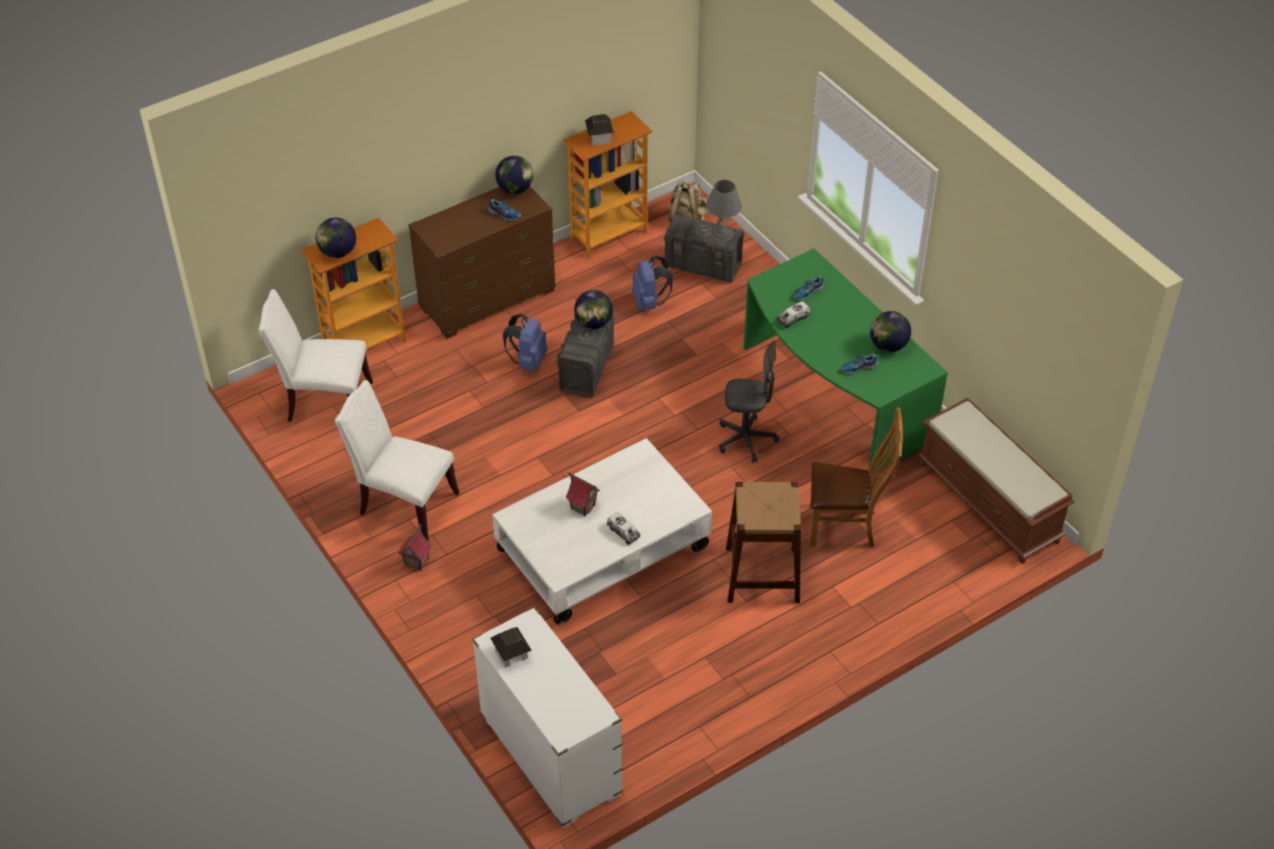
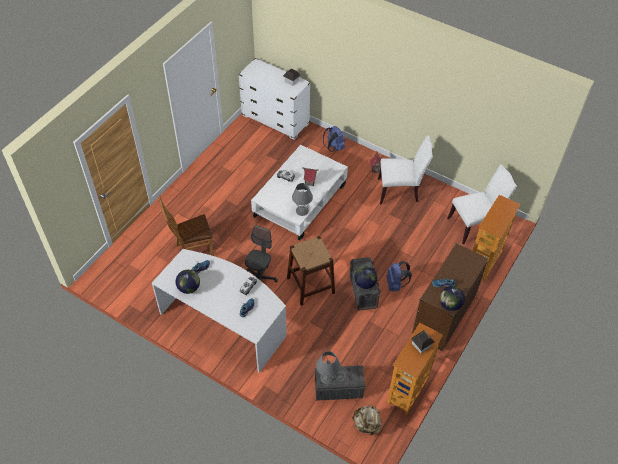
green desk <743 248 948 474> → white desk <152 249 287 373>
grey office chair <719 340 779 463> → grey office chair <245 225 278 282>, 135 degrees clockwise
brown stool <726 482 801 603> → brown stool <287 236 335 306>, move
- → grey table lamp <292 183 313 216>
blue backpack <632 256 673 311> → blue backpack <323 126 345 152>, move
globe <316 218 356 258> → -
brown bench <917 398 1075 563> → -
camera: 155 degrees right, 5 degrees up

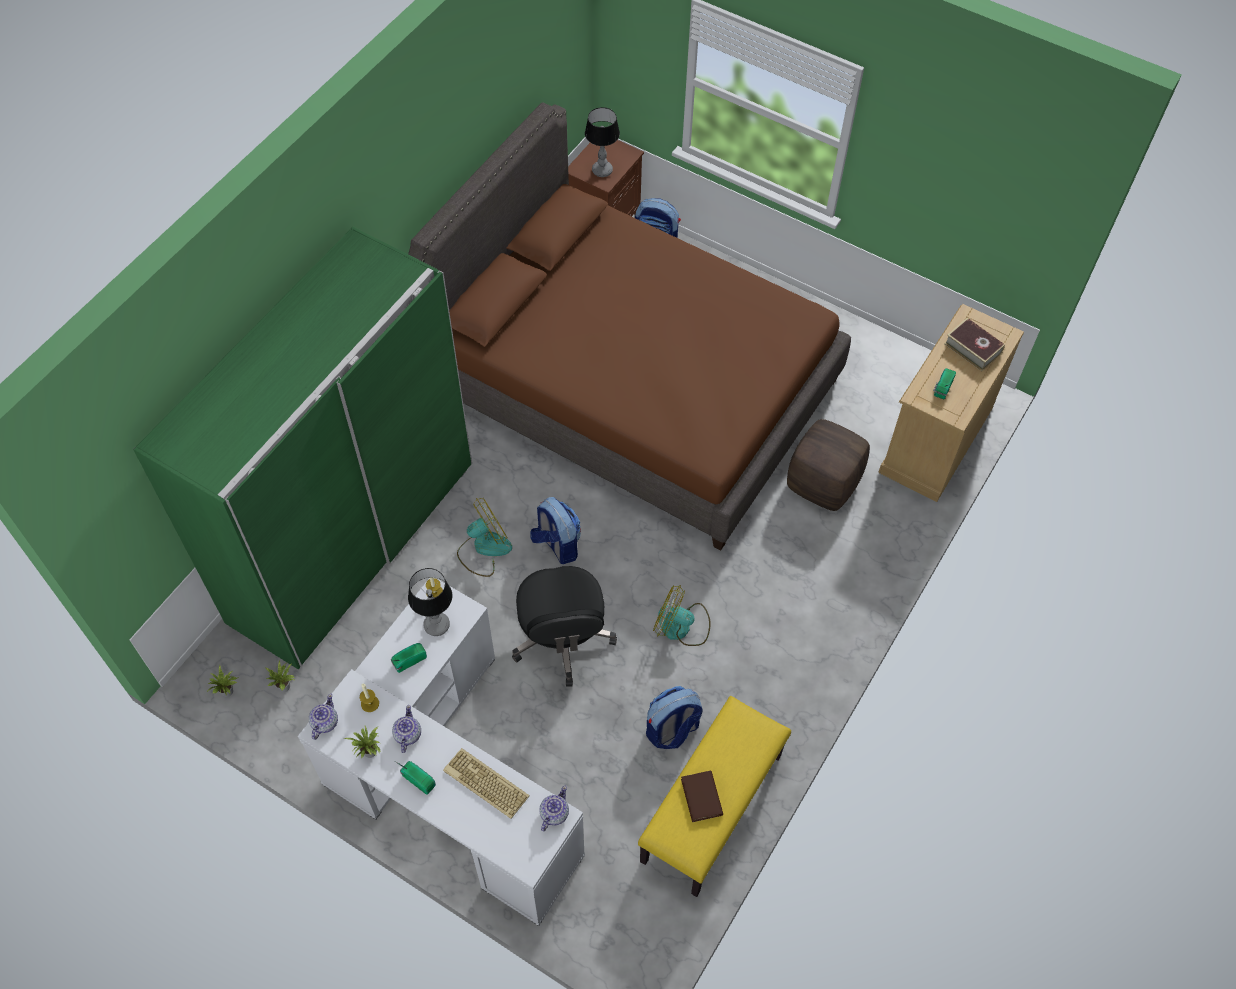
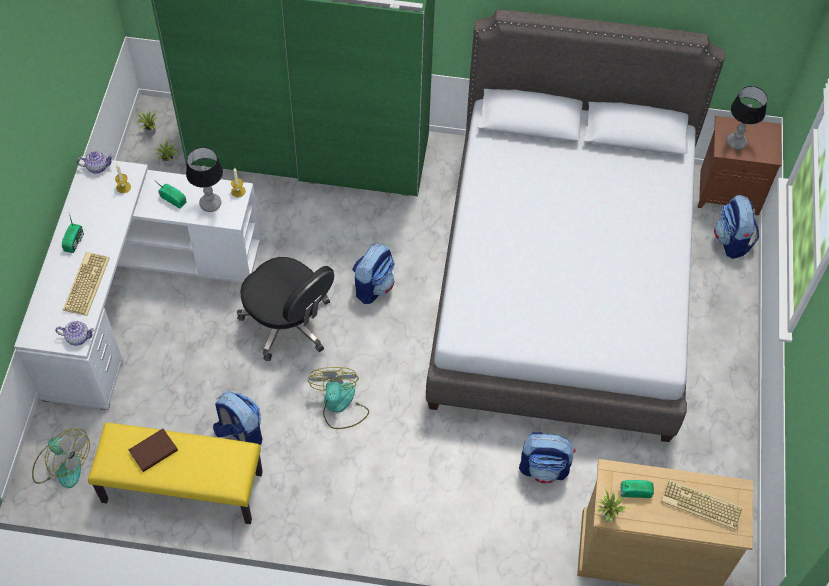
fan <457 498 512 577> → fan <32 429 90 488>, move
black office chair <512 566 617 687> → black office chair <237 257 334 361>, 105 degrees counterclockwise
brown bed <408 103 851 551> → grey bed <426 9 725 442>
brown ottoman <787 419 870 511> → backpack <519 432 575 484>
potted plant <343 726 380 758> → potted plant <598 487 629 522>, move
book <944 318 1005 371> → keyboard <661 479 743 530>
teapot <392 705 421 753> → -
camera: 65 degrees right, 0 degrees up

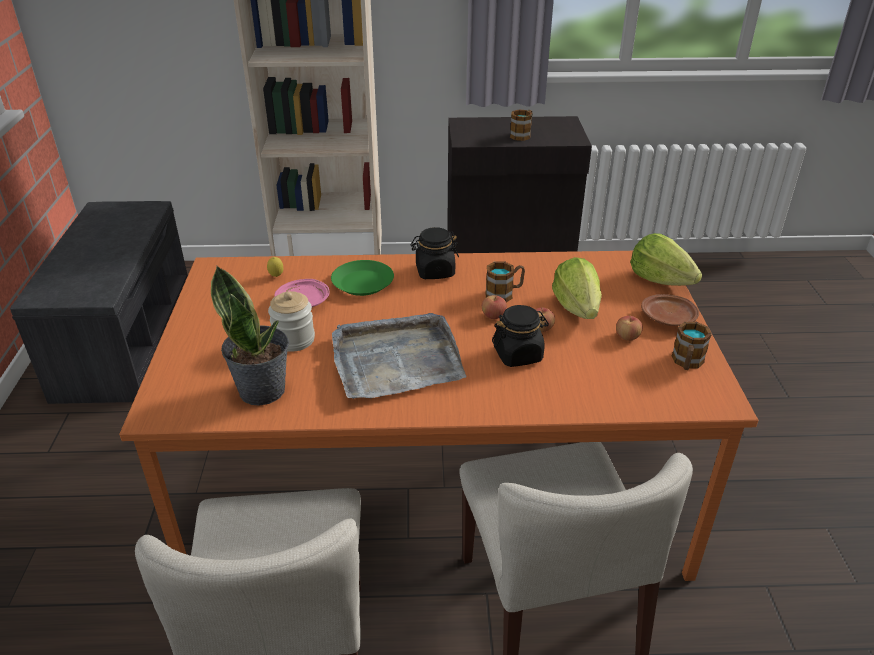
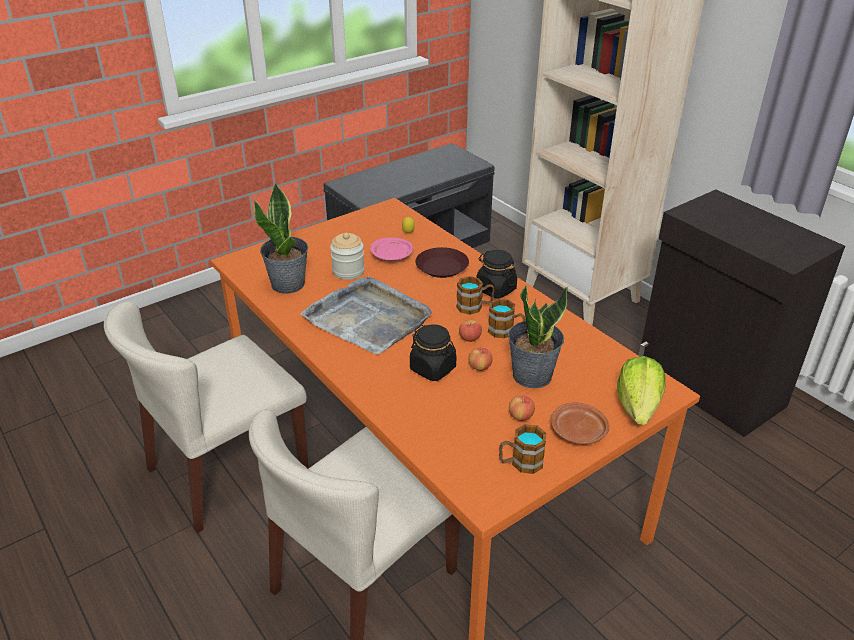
green plate <331 260 394 296> → brown plate <415 247 469 278>
mug <510 110 532 141> → mug <456 276 495 315>, move
lettuce <552 257 602 319> → potted plant <508 285 568 388>
camera: 55 degrees right, 0 degrees up

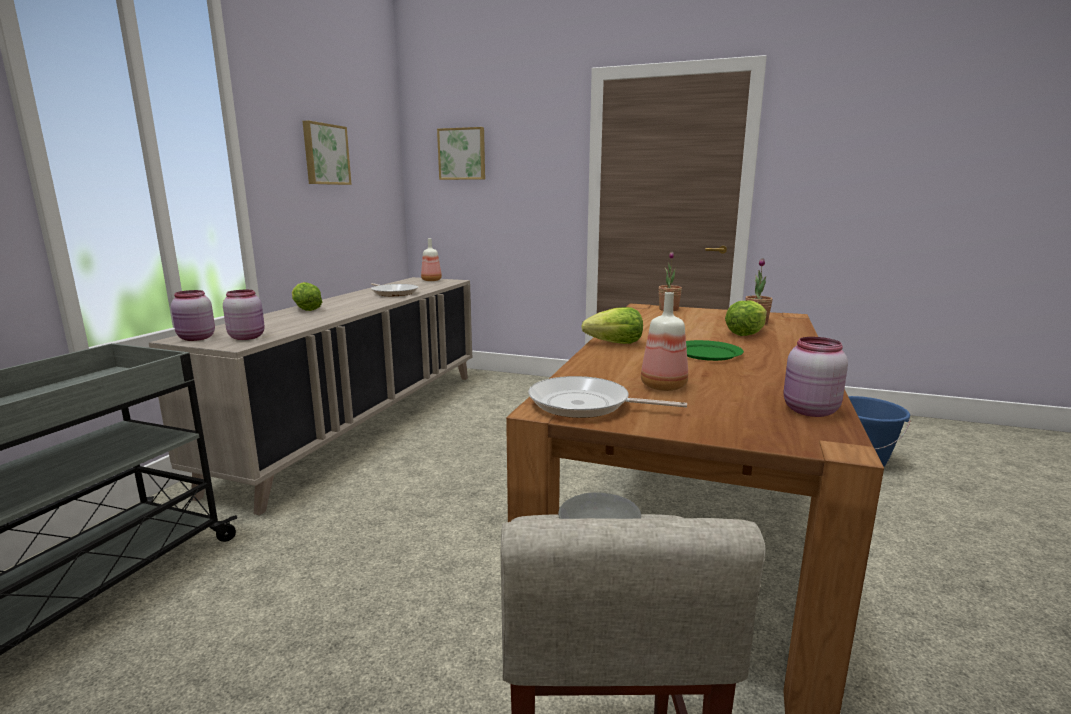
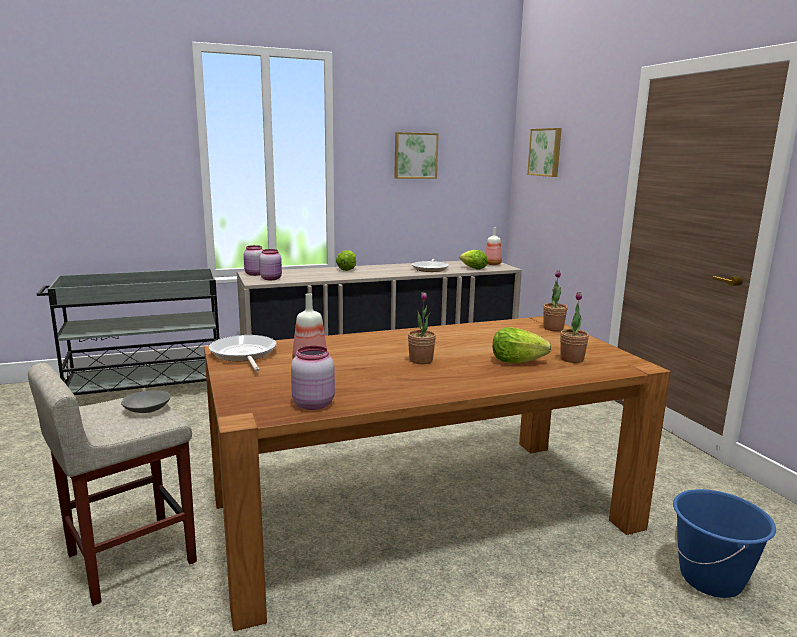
green plate <686 340 744 361> → potted plant <408 292 436 364>
lettuce <581 307 643 344> → lettuce <460 250 487 270>, move
camera: 50 degrees right, 0 degrees up

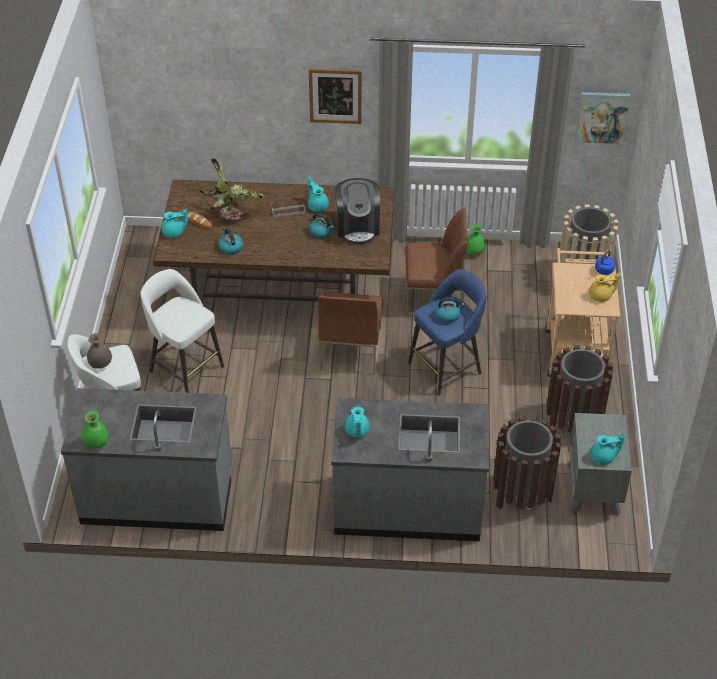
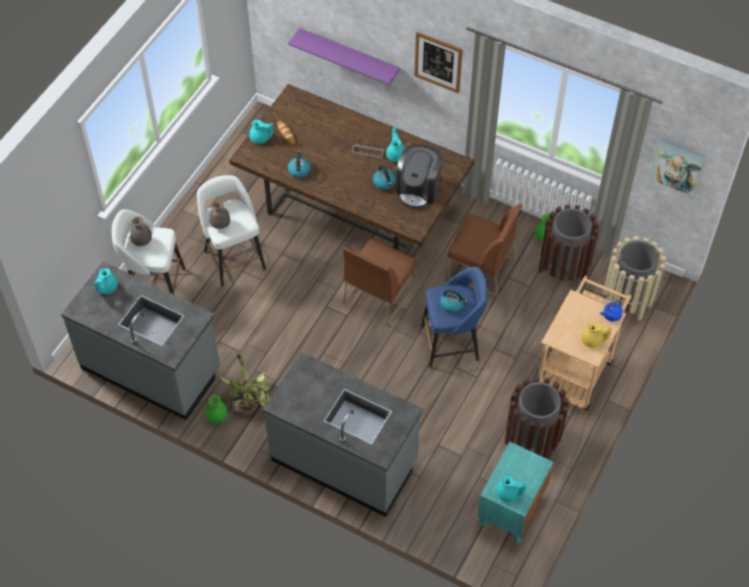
turquoise teapot <345 406 370 438> → turquoise teapot <95 268 117 294>, move
green vase <81 411 109 449> → green vase <205 395 227 423>, move
- → grey vase <209 200 230 229>
potted plant <199 158 264 220> → potted plant <220 354 270 415>, move
- → purple shelf <288 28 401 85>
grey nightstand <567 413 632 516> → turquoise nightstand <477 442 554 544>
brown trash can <493 416 561 510> → brown trash can <539 204 599 281>, move
camera: 25 degrees right, 10 degrees up

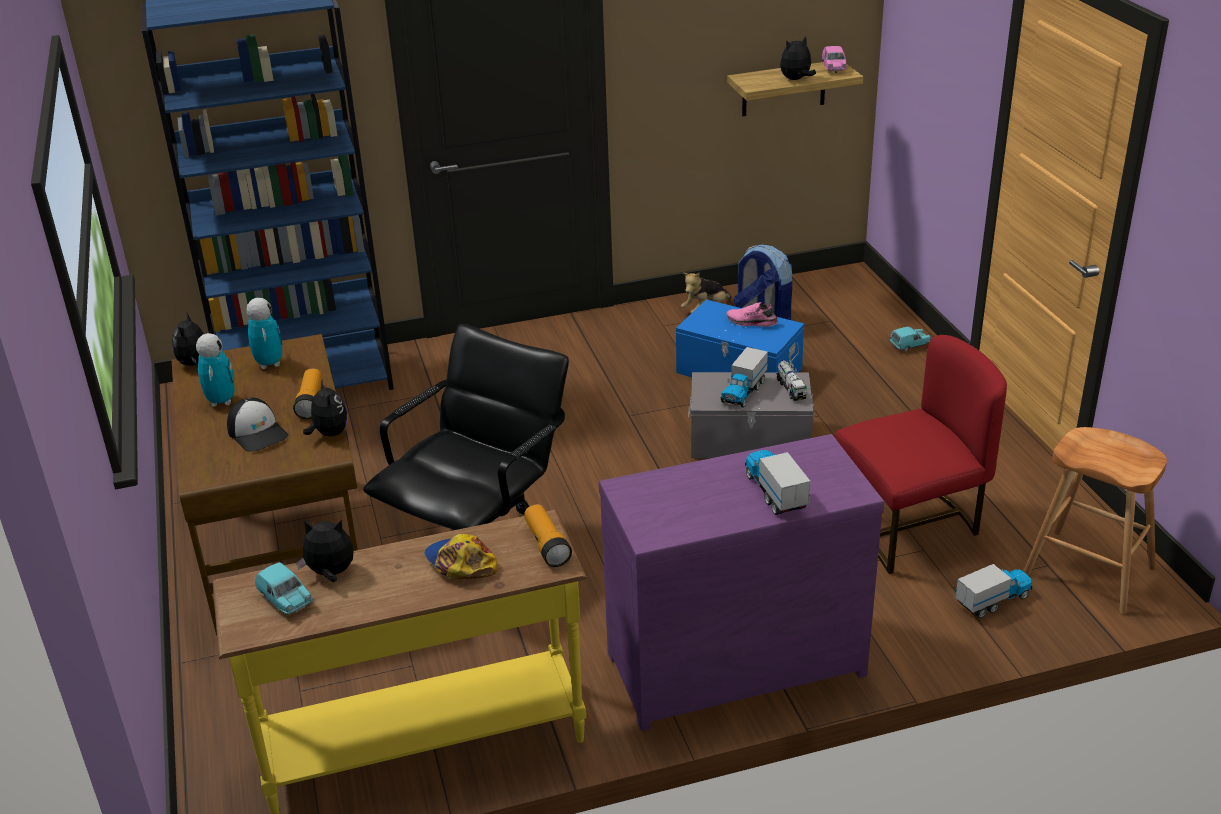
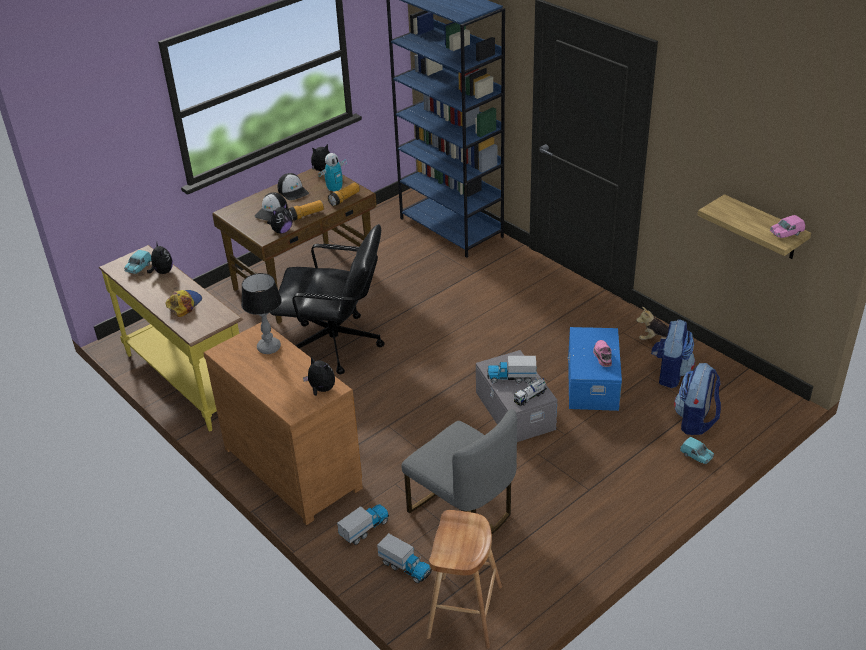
purple dresser <599 434 884 731> → brown dresser <203 322 363 525>
- → table lamp <241 273 282 354>
toy robot <196 333 234 407> → cap <278 173 309 200>
plush toy <780 36 816 80> → plush toy <303 357 335 396>, move
flashlight <524 504 572 567> → flashlight <328 183 360 206>, move
toy truck <745 449 811 515> → toy truck <337 504 389 545>, move
red chair <834 335 1007 574> → grey chair <402 409 517 534>
- → backpack <674 363 721 435>
camera: 65 degrees right, 5 degrees up

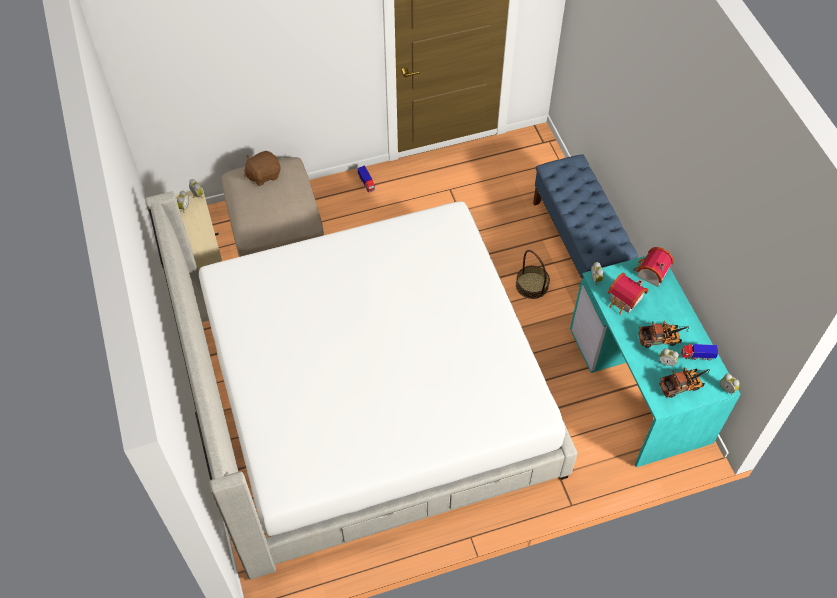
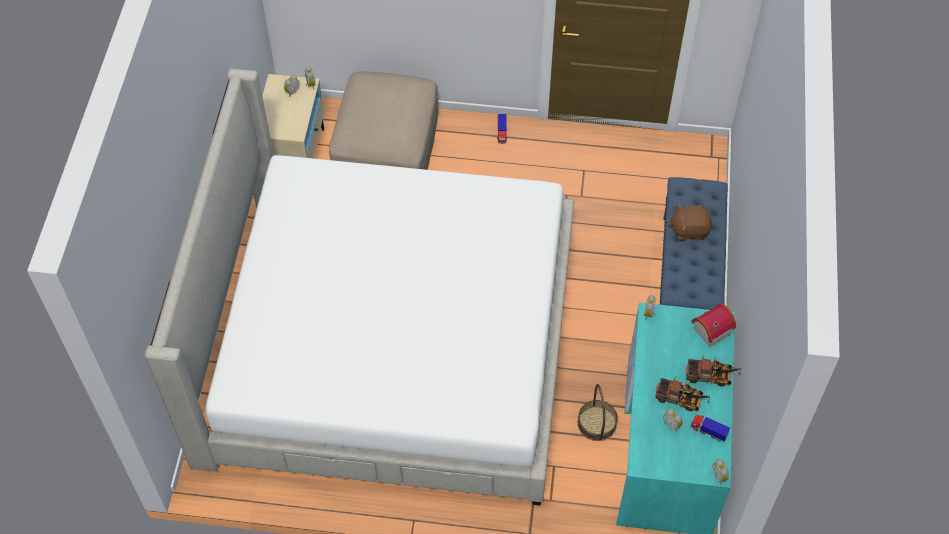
basket <516 250 550 299> → basket <578 384 618 441>, move
brown plush toy <244 151 281 186> → brown plush toy <668 204 712 241>, move
toy truck <659 367 710 398> → toy truck <686 357 741 386>, move
toy house <608 273 648 315> → -
camera: 25 degrees right, 0 degrees up

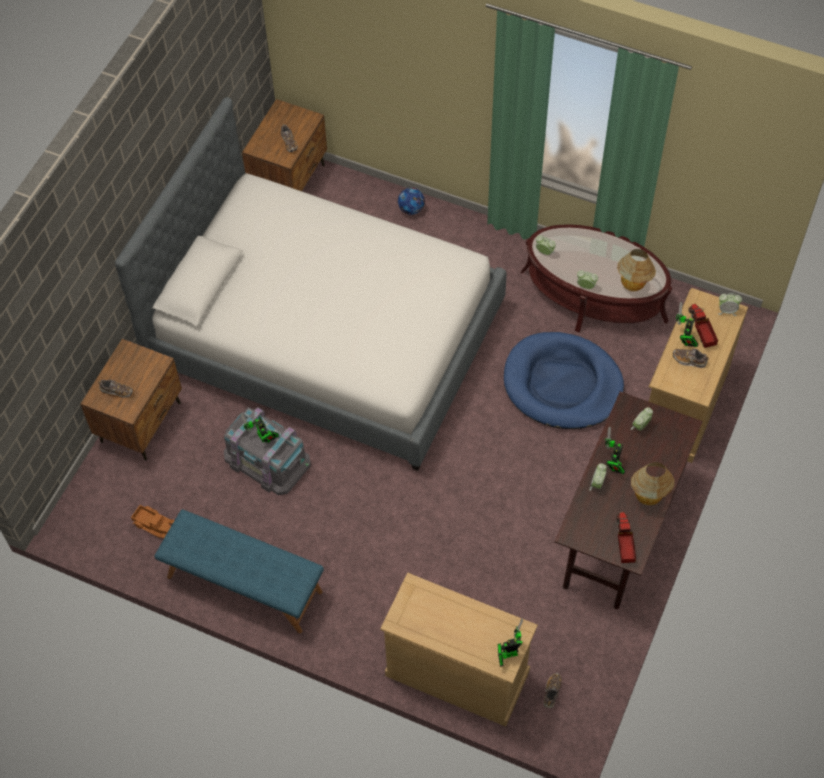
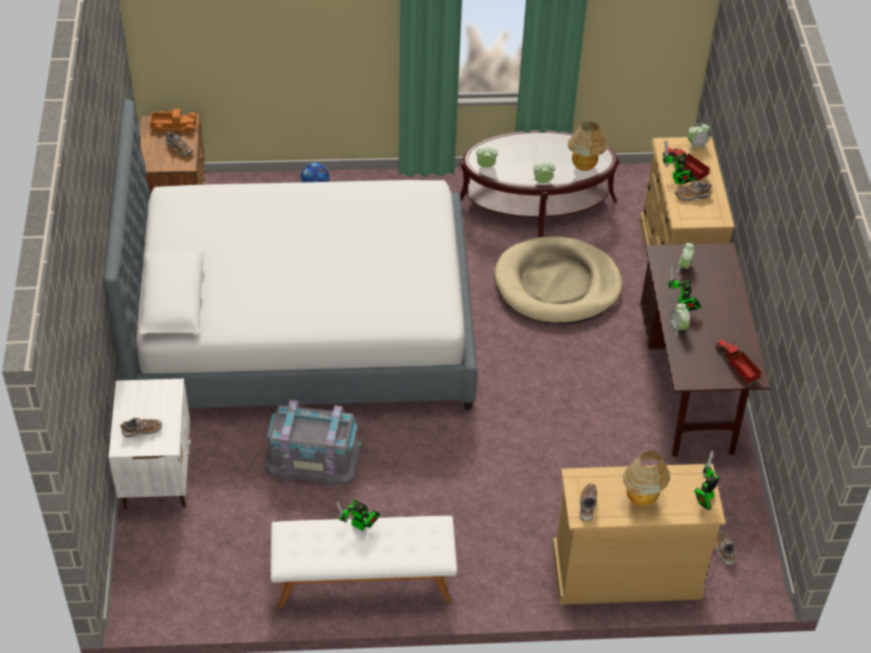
brown nightstand <80 339 182 460> → white nightstand <109 379 191 510>
toy truck <131 505 175 539> → toy truck <149 109 199 132>, move
blue bench <154 509 324 633> → white bench <271 516 457 609>
toy robot <240 413 279 443> → toy robot <336 500 381 531>, move
blue dog bed <504 332 624 429> → beige dog bed <494 236 622 324>
- → shoe <580 483 597 521>
table lamp <631 462 674 505> → table lamp <623 450 670 507>, move
camera: 30 degrees left, 10 degrees down

